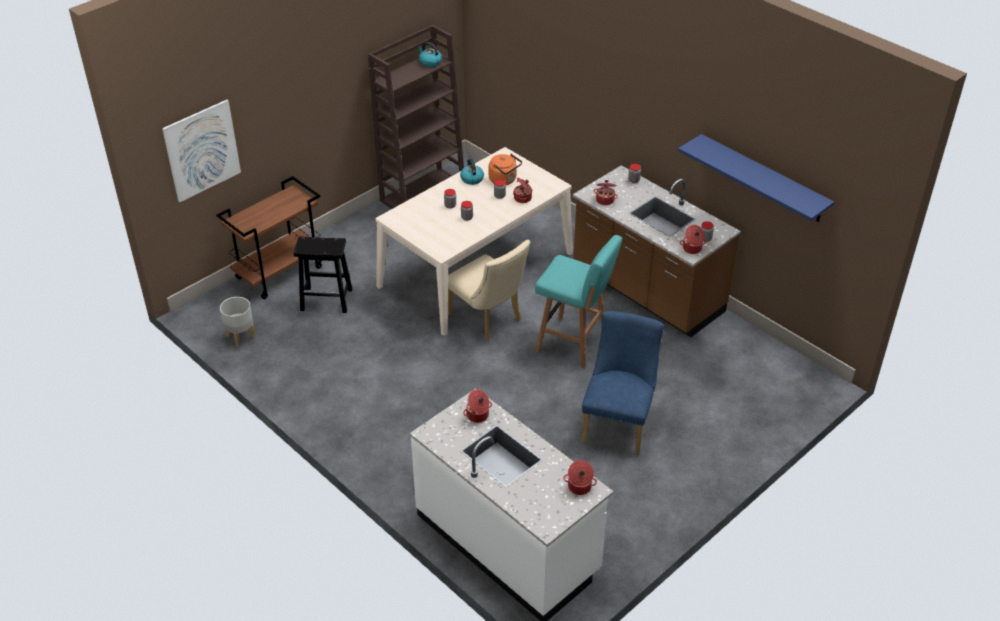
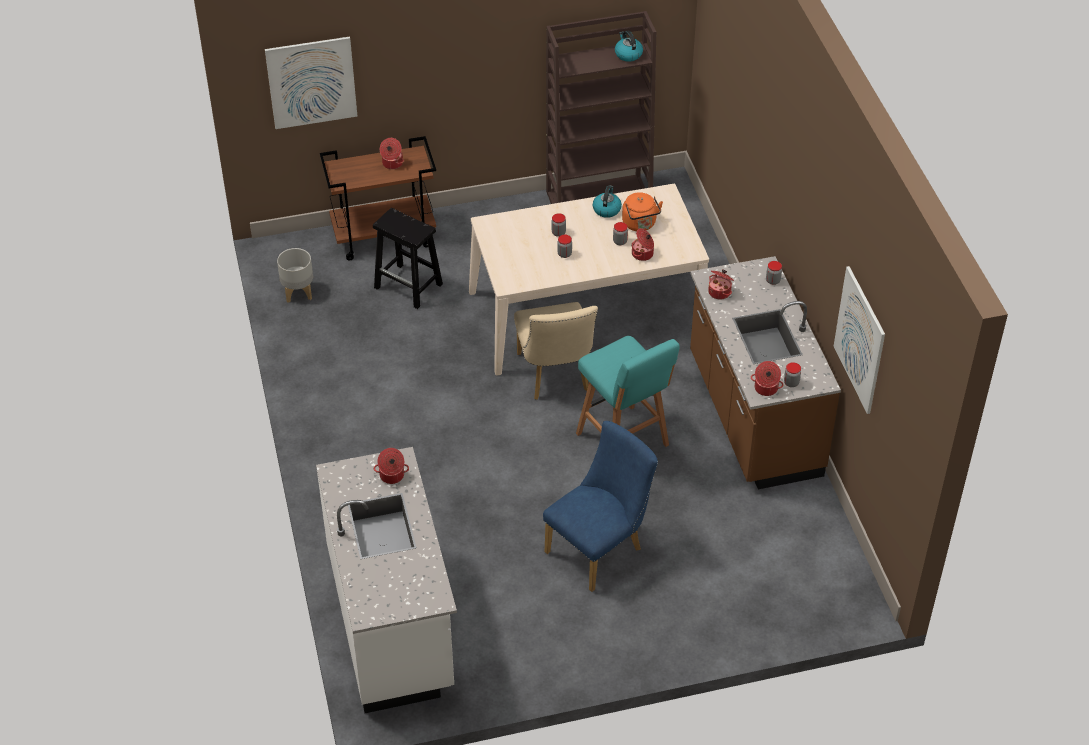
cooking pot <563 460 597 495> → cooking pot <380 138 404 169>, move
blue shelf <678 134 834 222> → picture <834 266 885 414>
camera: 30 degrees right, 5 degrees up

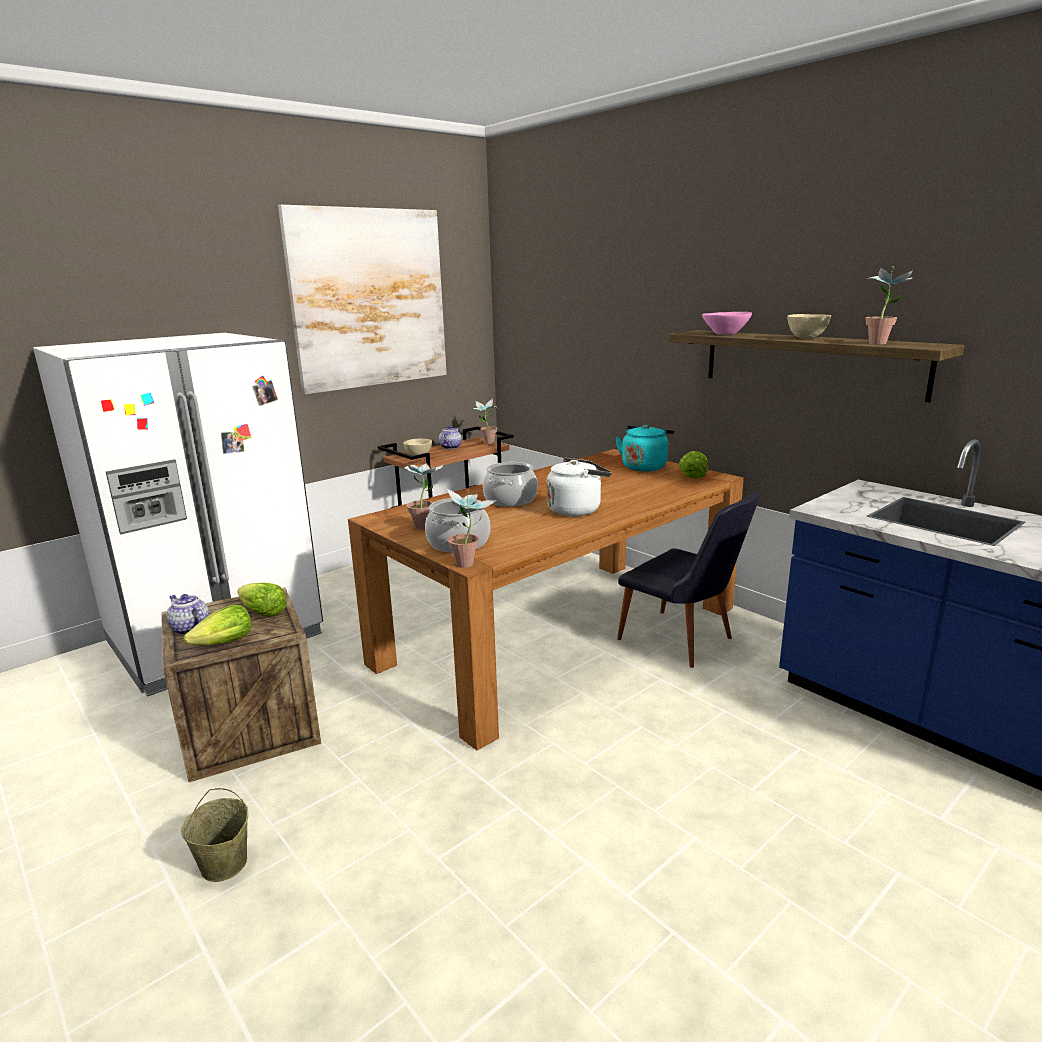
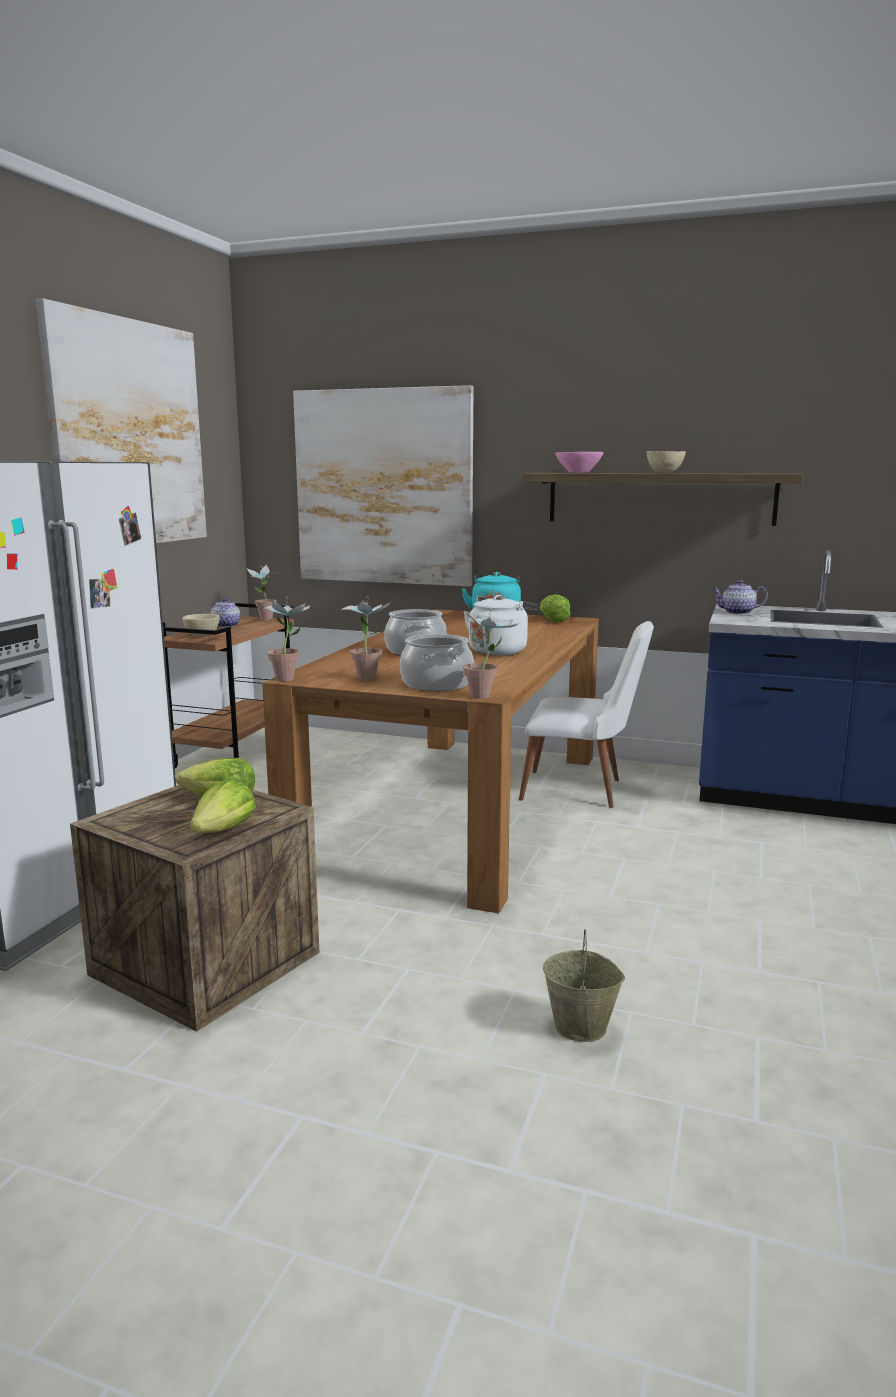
potted plant <865 266 913 344> → potted plant <261 596 310 681>, move
- → picture <293 385 473 586>
black chair <617 493 760 668> → white chair <519 621 654 808>
beige bucket <181 788 248 882> → beige bucket <543 929 625 1042>, move
teapot <166 594 209 635> → teapot <711 580 768 614>, move
camera: 30 degrees left, 5 degrees down

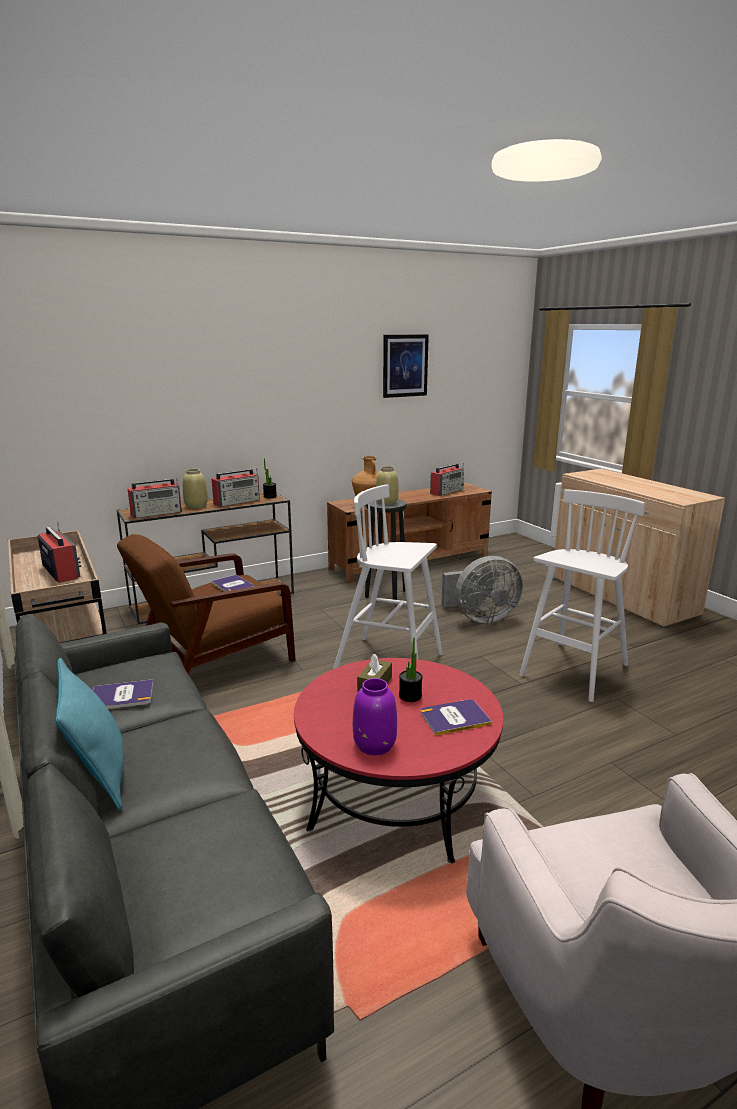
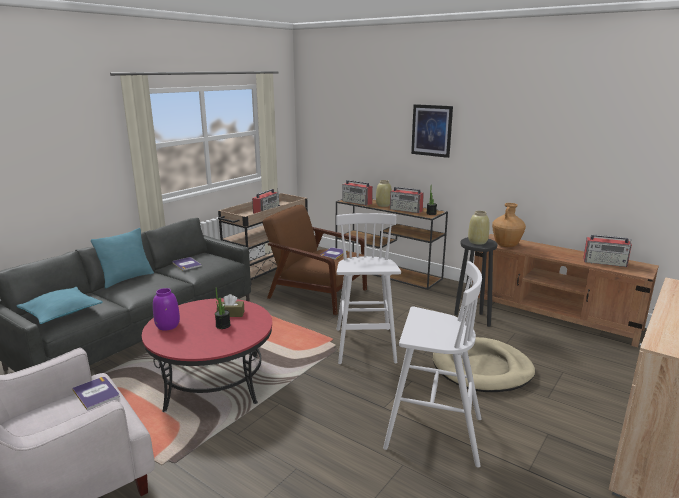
- → turquoise pillow <16 287 103 324>
book <421 699 492 736> → book <72 377 119 411>, move
picture <383 334 429 398> → picture <411 104 453 158>, move
grey fan <441 556 523 623> → beige dog bed <433 337 535 392>
camera: 65 degrees right, 0 degrees up

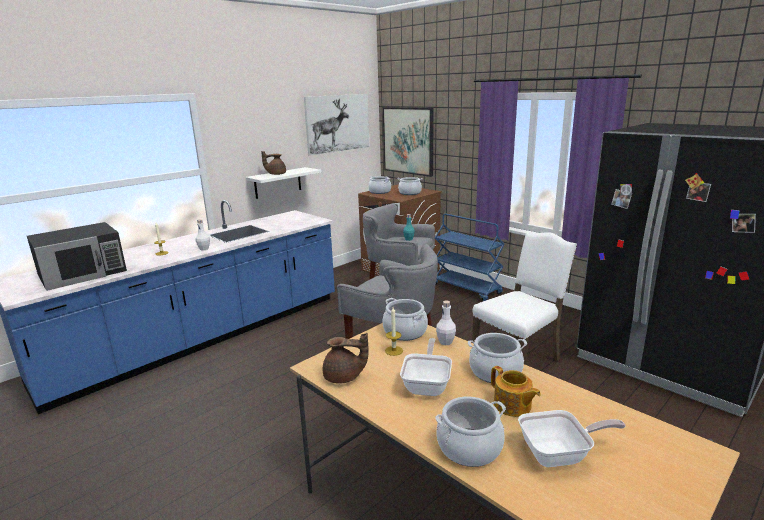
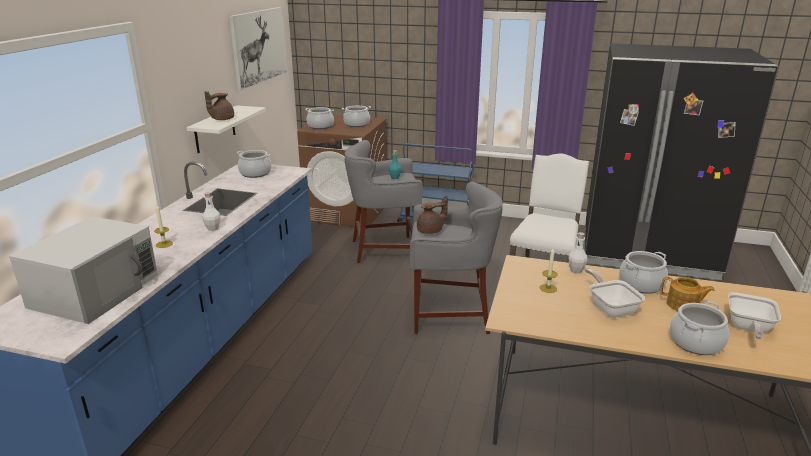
black microwave <27 222 127 291> → white microwave <9 216 158 324>
cooking pot <383 298 428 341> → cooking pot <237 150 272 178>, move
brown teapot <323 333 369 384> → brown teapot <417 196 448 234>, move
frying pan <518 410 626 467> → frying pan <728 292 781 339>, 150 degrees clockwise
picture <383 107 434 177> → -
camera: 30 degrees left, 5 degrees up

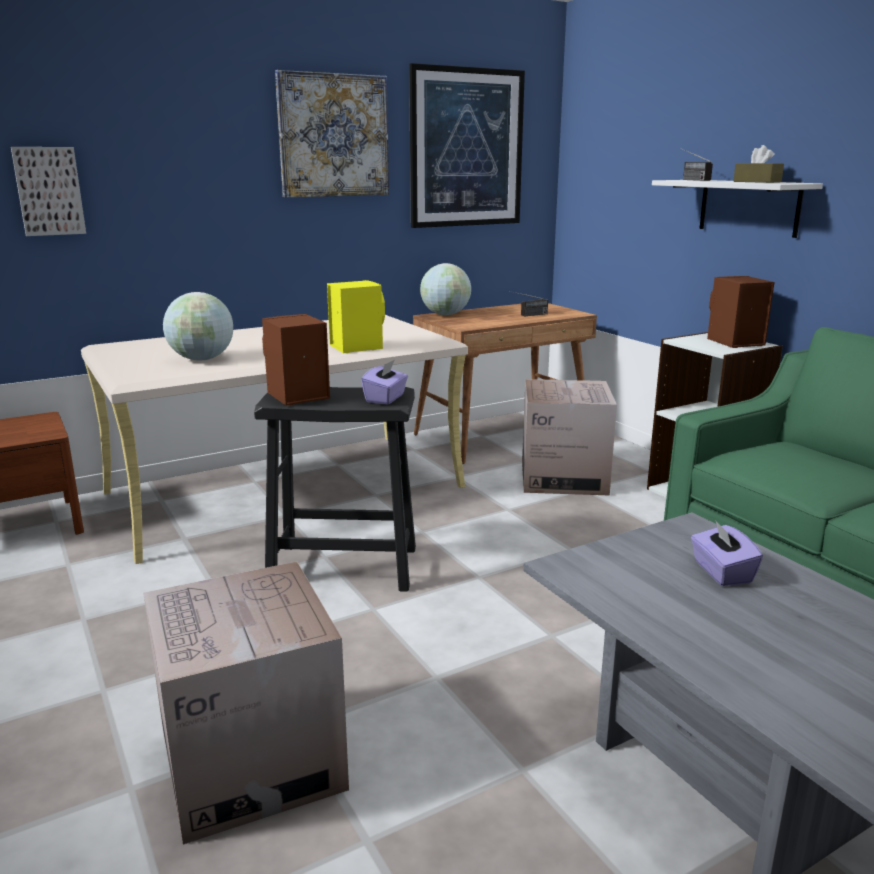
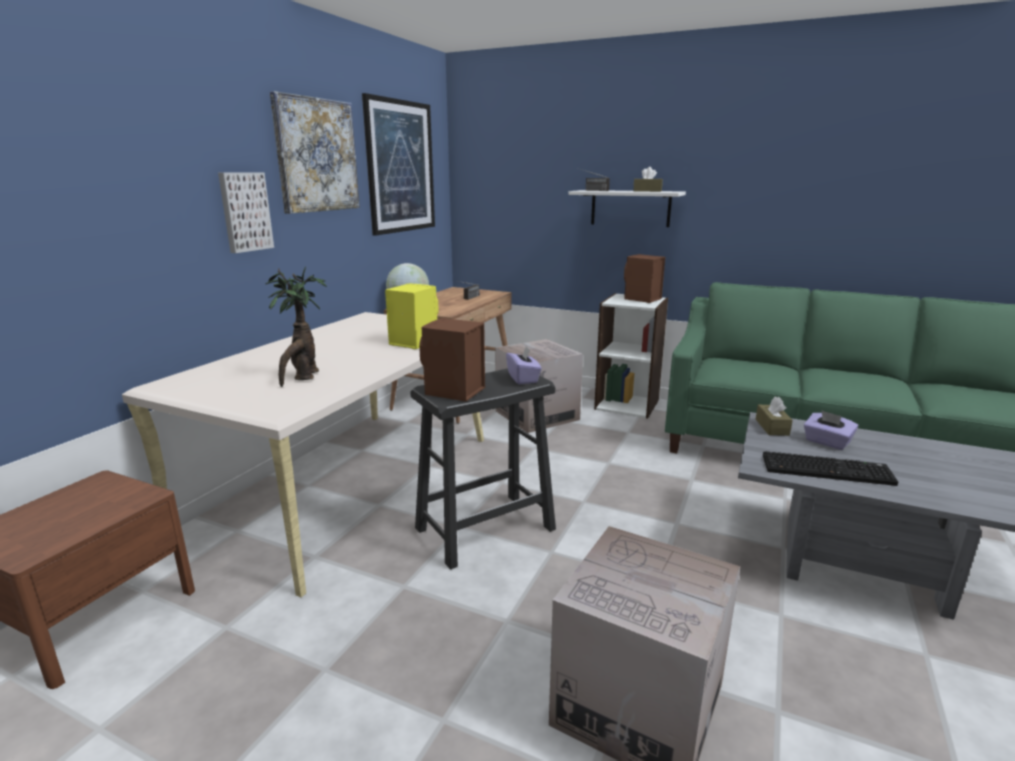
picture <11 147 86 236> → picture <218 172 274 253>, move
globe <163 292 233 361> → potted plant <266 267 327 387>
- → brown tissue box <756 396 793 436>
- → keyboard <763 451 898 486>
camera: 35 degrees left, 0 degrees up

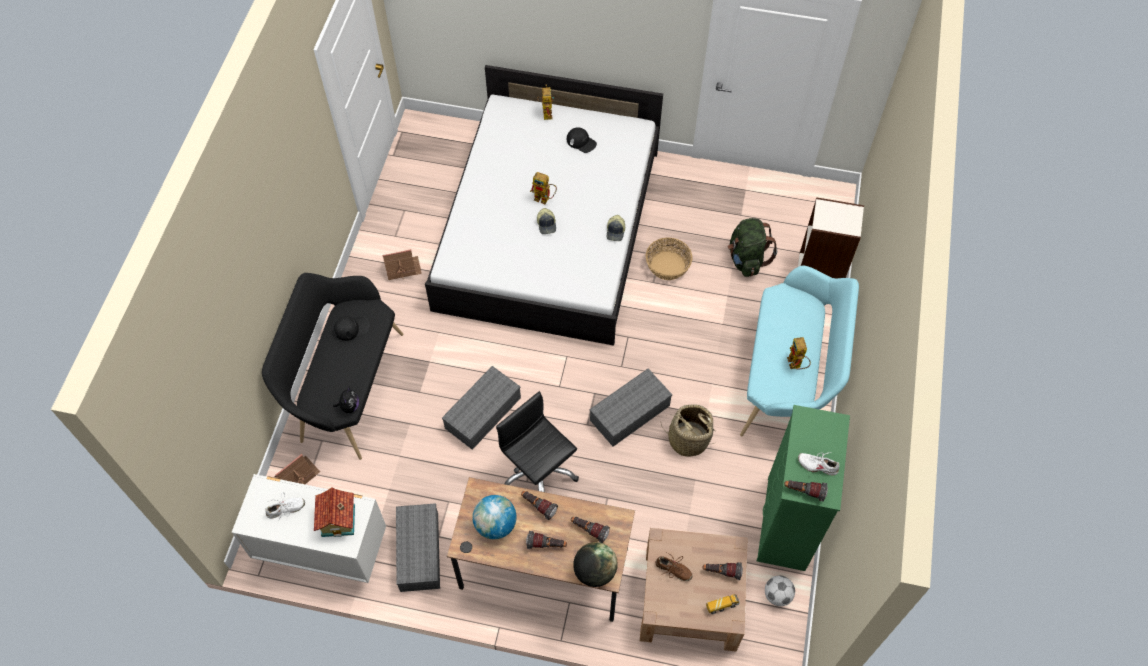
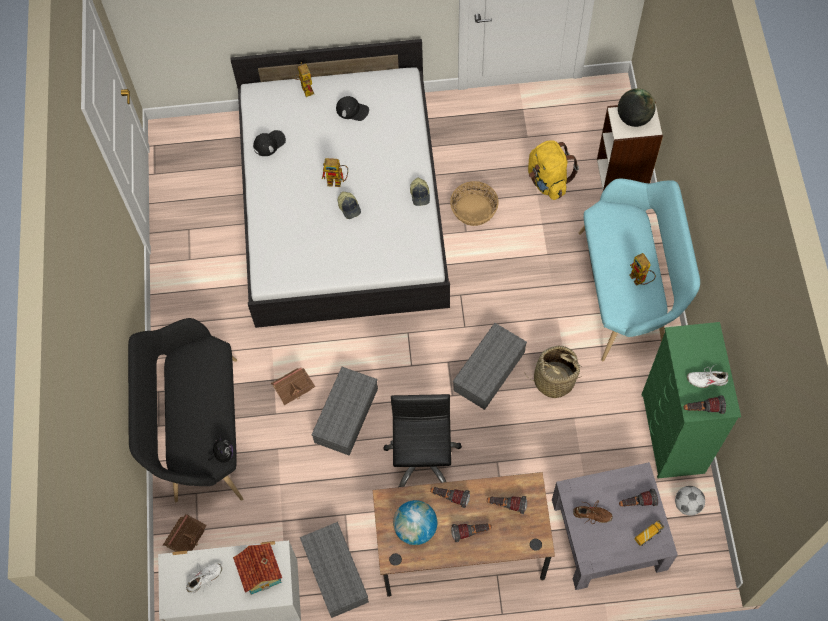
black cap <334 316 369 341> → black cap <253 130 286 156>, move
toy house <382 249 422 280> → toy house <271 368 315 405>, move
black office chair <496 391 579 492> → black office chair <383 394 462 487>, 60 degrees clockwise
green backpack <727 218 777 277> → yellow backpack <528 140 579 200>
brown coffee table <640 528 748 651> → grey coffee table <552 462 678 590>
globe <573 542 618 587> → globe <618 88 656 127>, move
camera: 15 degrees left, 5 degrees up

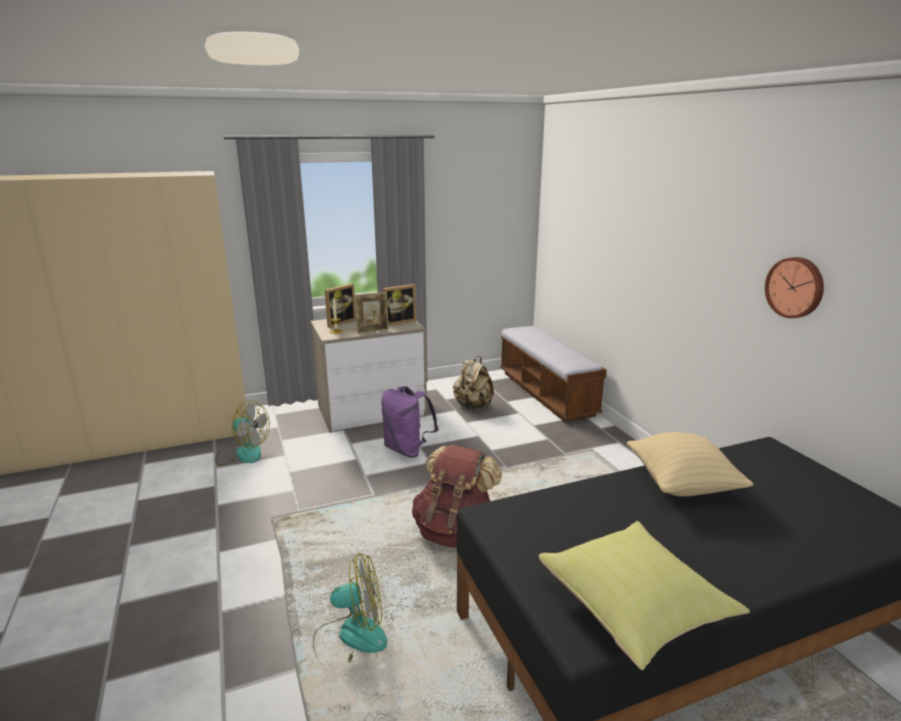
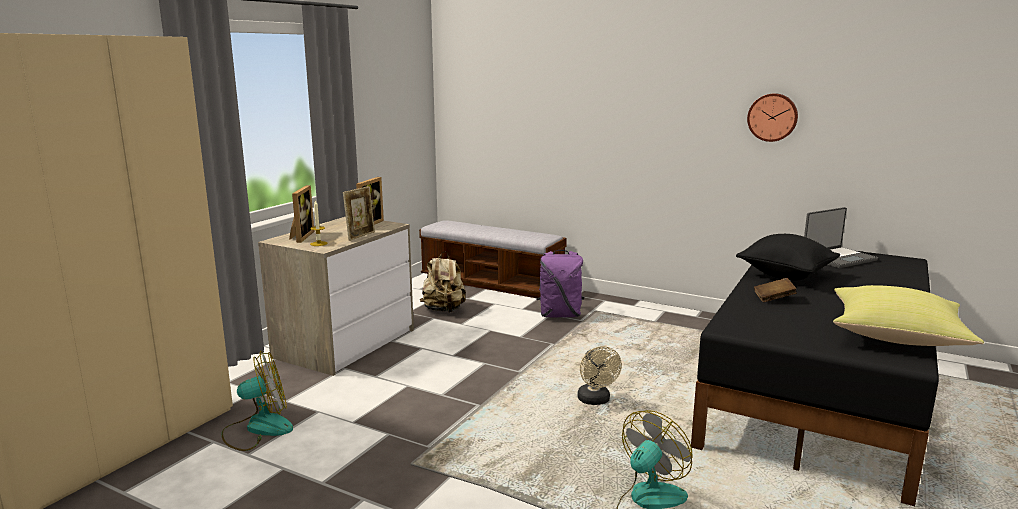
purple backpack <381 386 439 457> → purple backpack <537 250 585 317>, move
brown backpack <412 445 502 548> → beige fan <578 346 622 405>
beige pillow <627 432 753 496> → black pillow <736 234 840 281>
- → brown book <754 278 796 302>
- → laptop <804 207 878 268>
camera: 40 degrees left, 5 degrees down

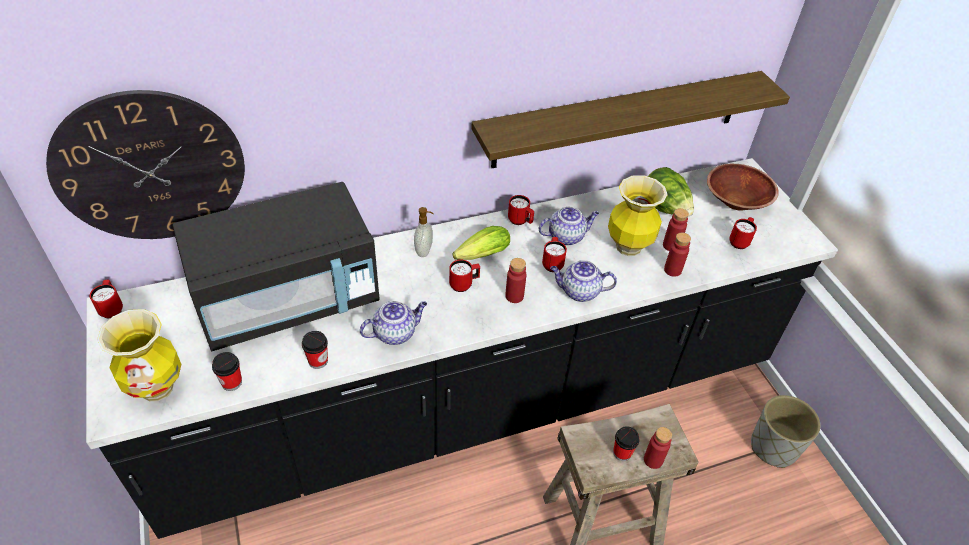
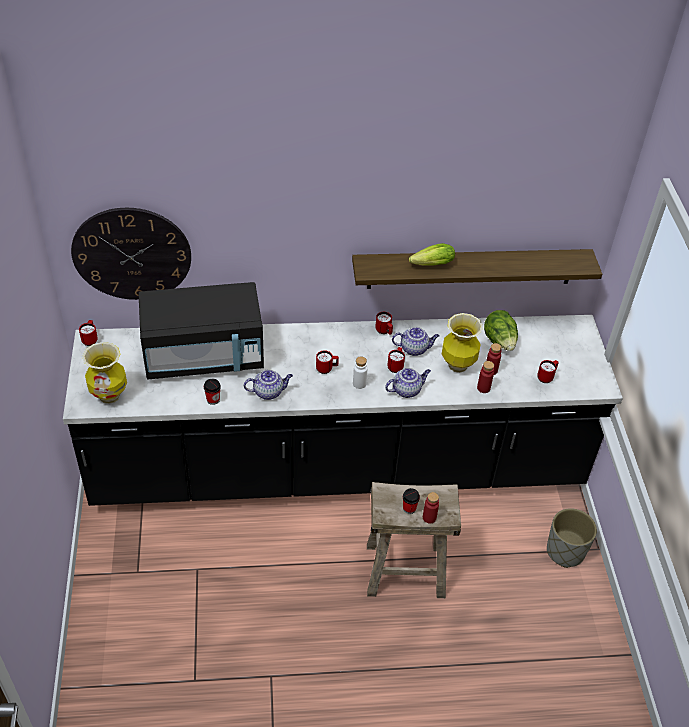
red bottle <505 258 526 303> → white bottle <353 356 367 389>
teapot <550 260 617 302> → teapot <385 368 431 398>, 135 degrees clockwise
lettuce <452 226 510 260> → lettuce <409 243 455 265>, move
cup <212 352 242 391> → -
soap dispenser <414 207 434 257> → -
brown bowl <707 164 779 211> → -
camera: 15 degrees right, 0 degrees up

